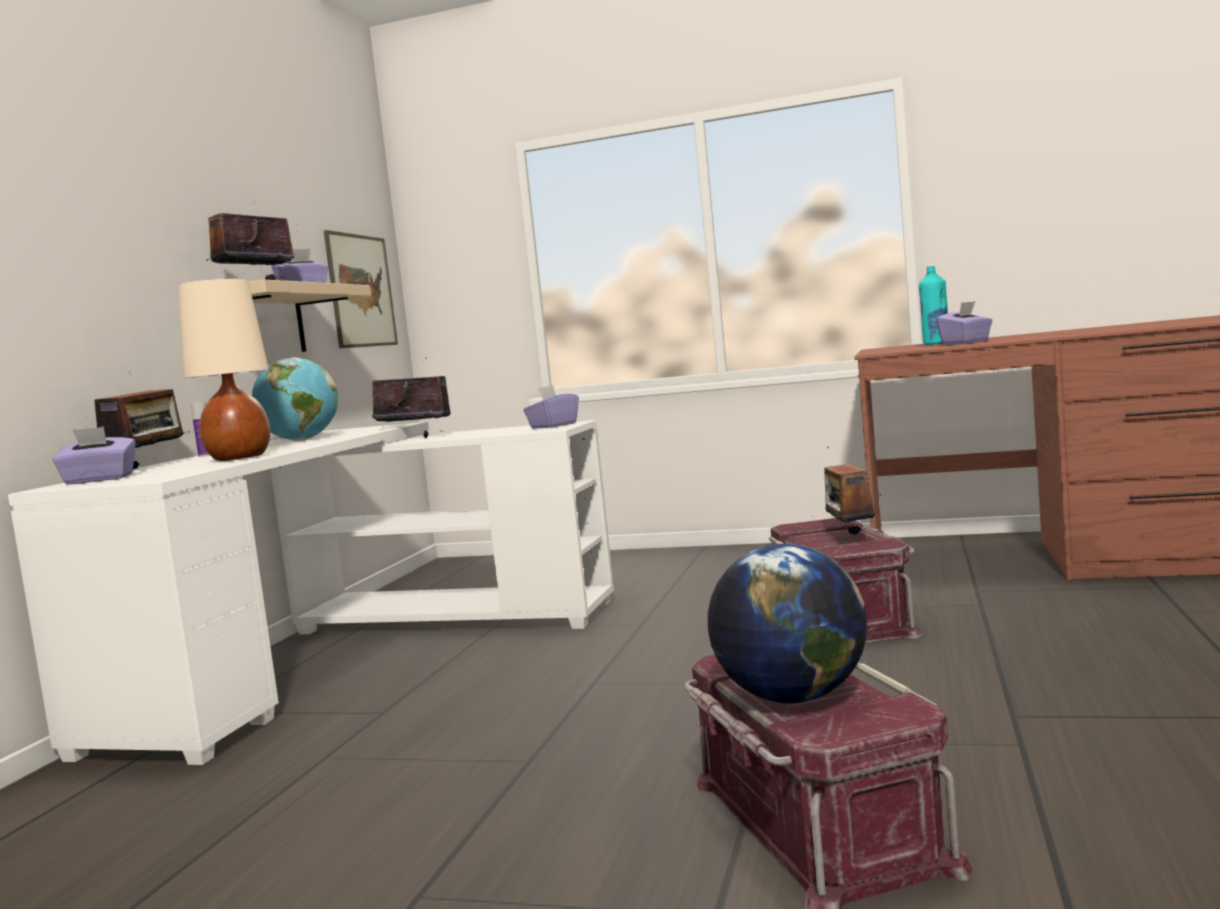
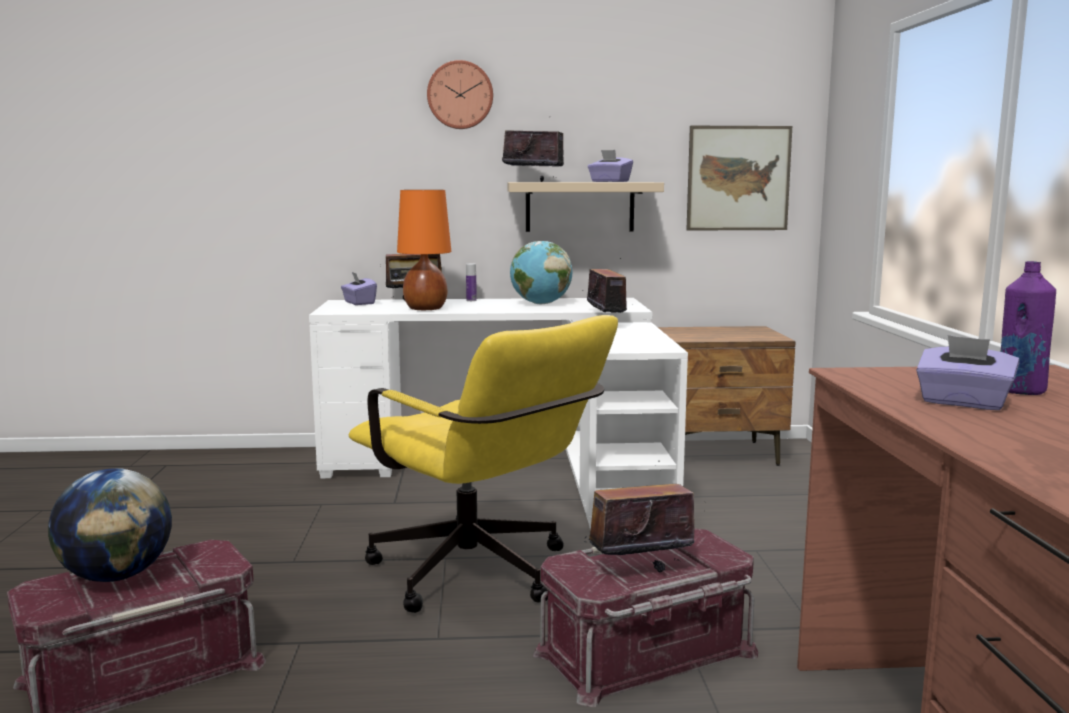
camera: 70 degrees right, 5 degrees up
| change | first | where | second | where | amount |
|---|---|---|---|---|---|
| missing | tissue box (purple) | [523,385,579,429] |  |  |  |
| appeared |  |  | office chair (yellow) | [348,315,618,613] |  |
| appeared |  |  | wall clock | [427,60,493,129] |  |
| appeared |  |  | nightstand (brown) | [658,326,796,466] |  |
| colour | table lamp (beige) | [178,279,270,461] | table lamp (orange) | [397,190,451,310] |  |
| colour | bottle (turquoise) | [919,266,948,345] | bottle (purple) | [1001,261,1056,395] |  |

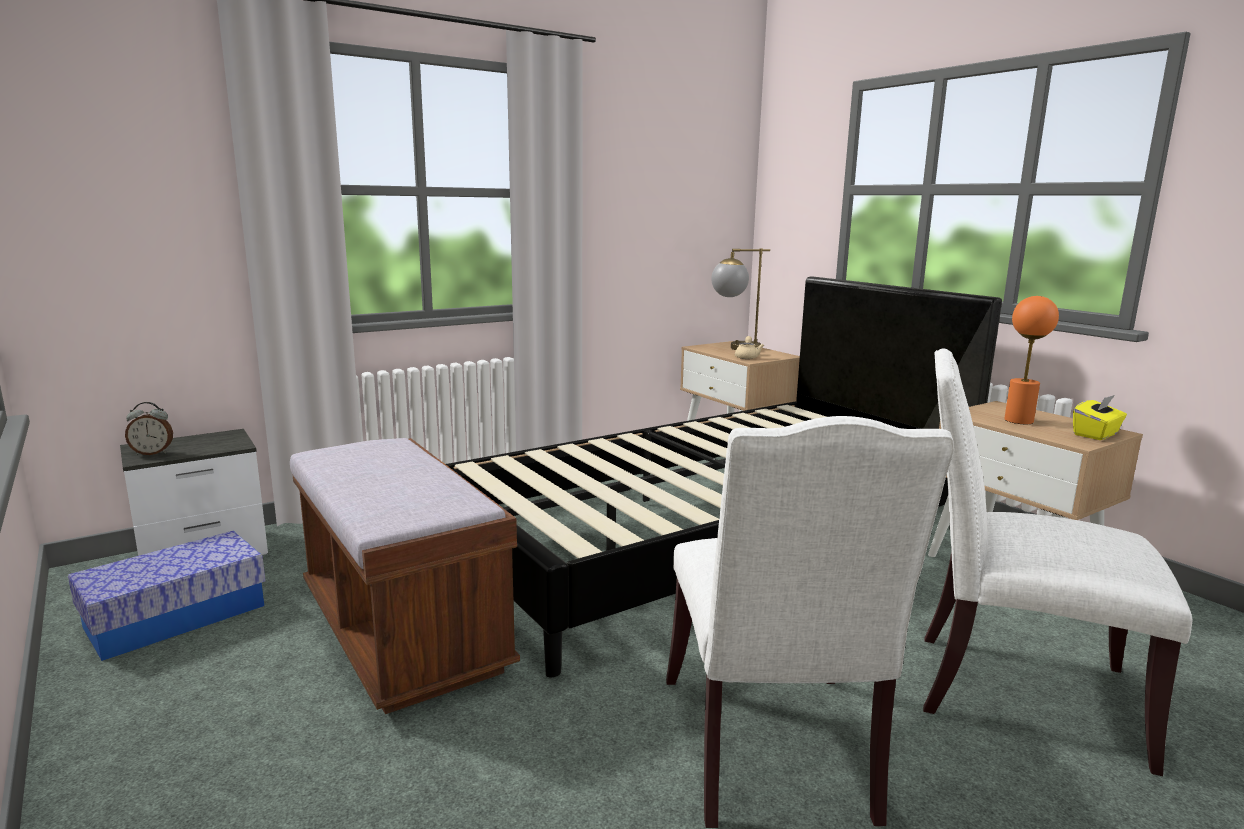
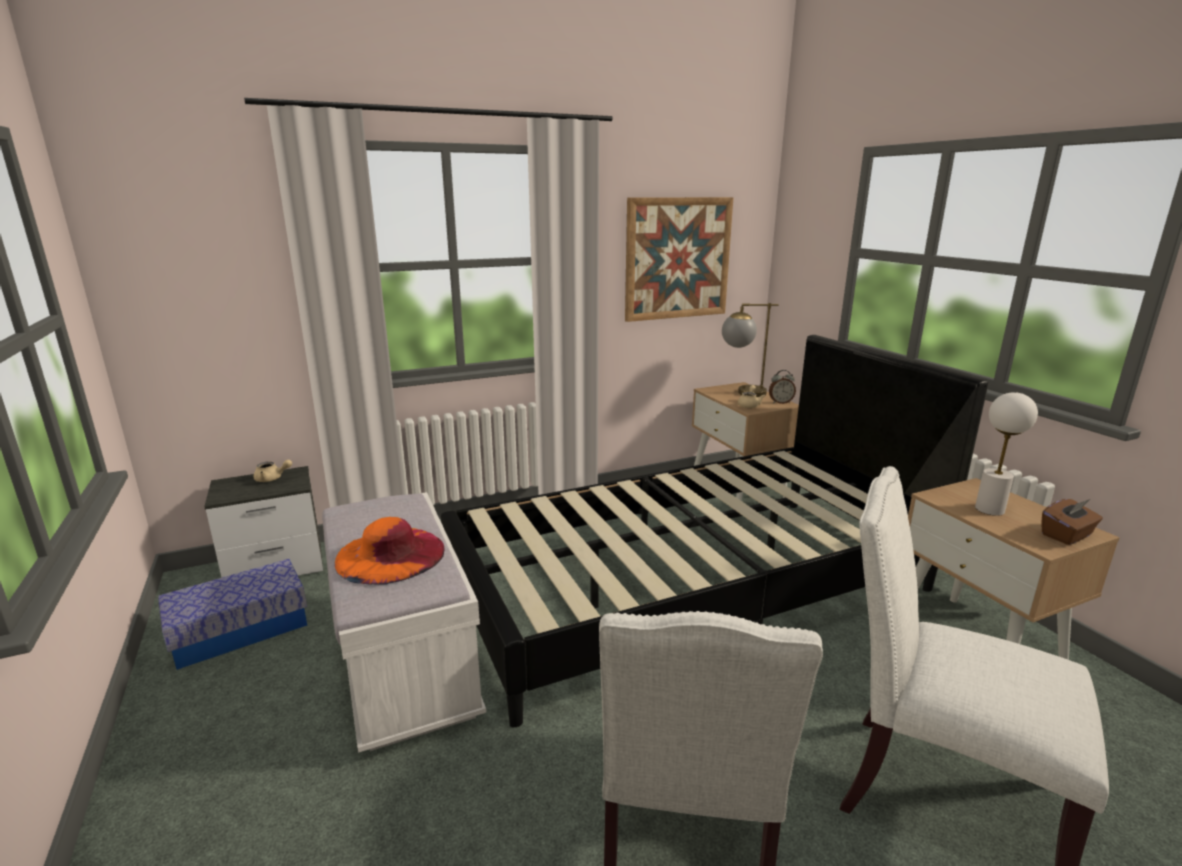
camera: 10 degrees right, 5 degrees up
| change | first | where | second | where | amount |
|---|---|---|---|---|---|
| appeared |  |  | teapot (beige) | [253,460,292,482] |  |
| appeared |  |  | hat (orange) | [335,517,445,585] |  |
| appeared |  |  | picture | [625,197,734,322] |  |
| relocated | alarm clock | [125,402,173,455] |  | [769,370,796,404] |  |
| colour | bench (brown) | [290,438,520,714] | bench (white) | [322,492,486,753] |  |
| colour | table lamp (orange) | [1004,296,1059,424] | table lamp (white) | [975,392,1038,516] |  |
| colour | tissue box (yellow) | [1073,395,1127,440] | tissue box (brown) | [1041,499,1103,545] |  |

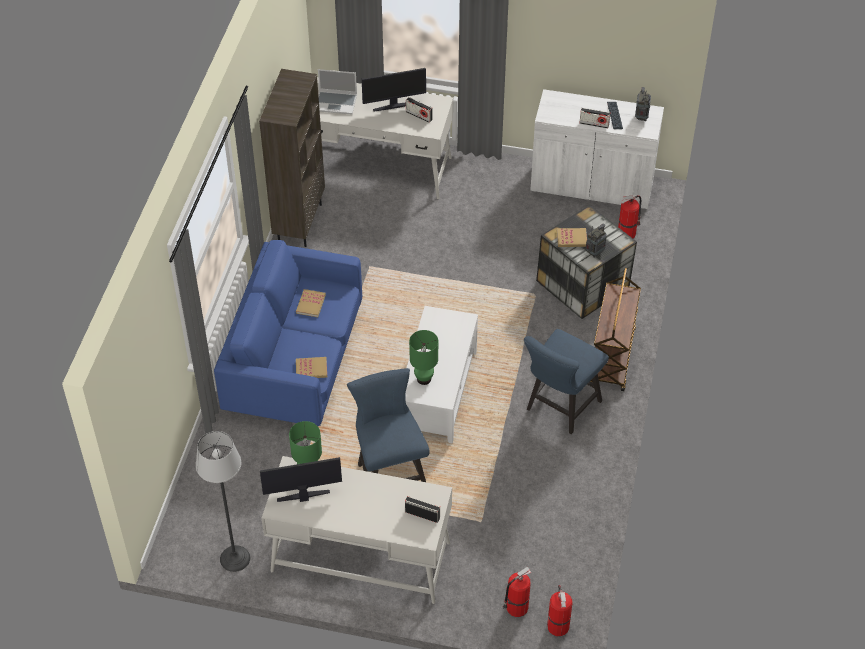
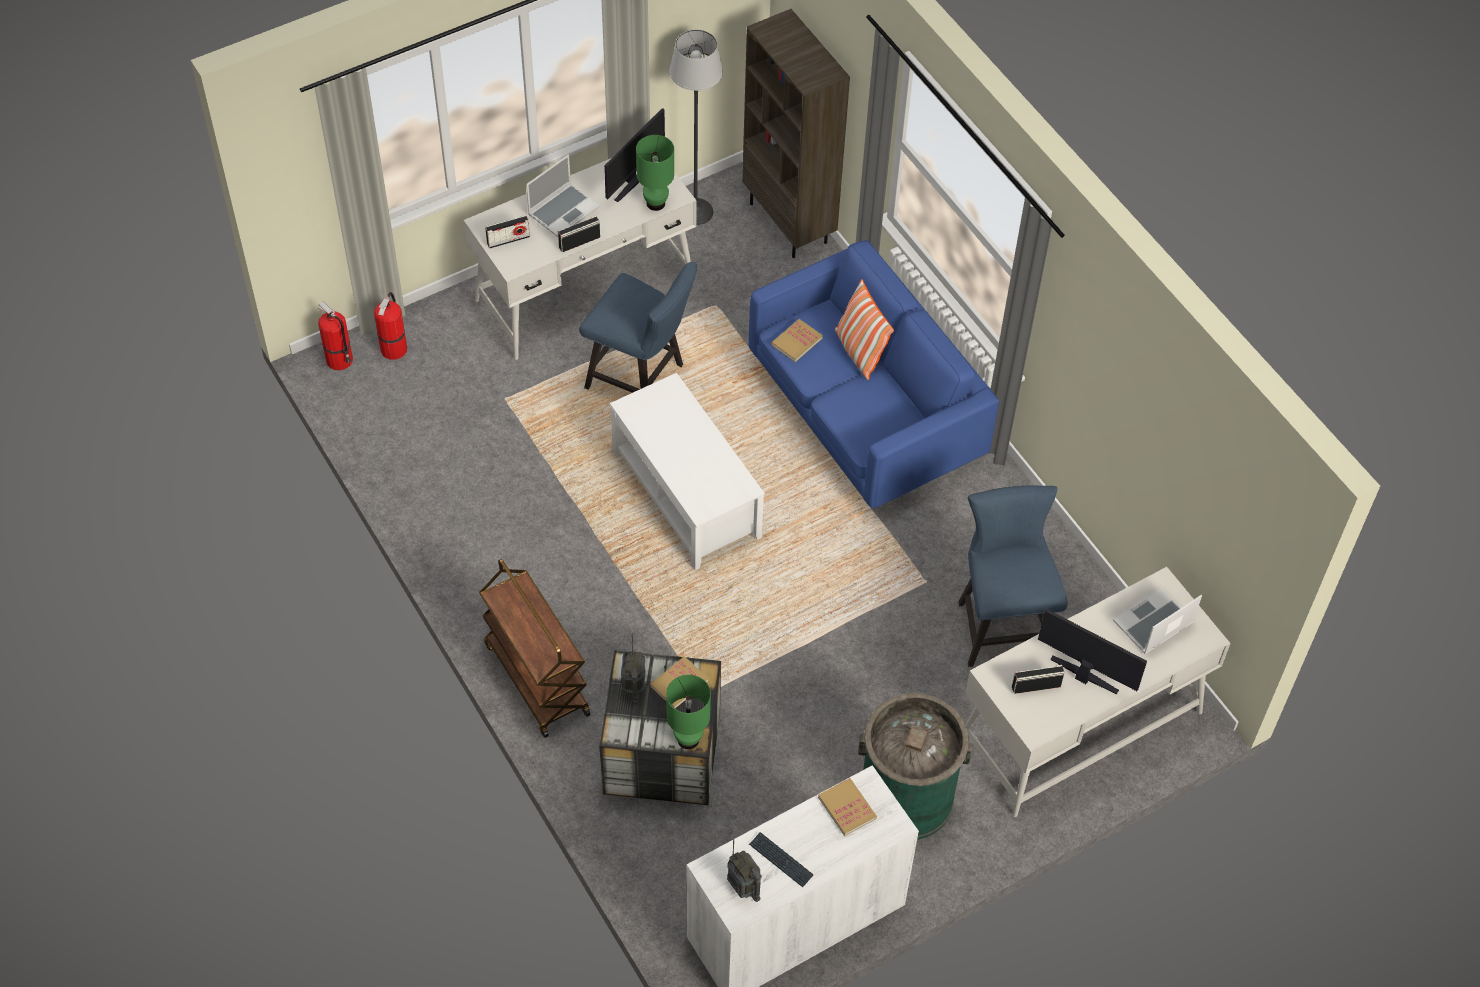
camera: 135 degrees right, 5 degrees up
| change | first | where | second | where | amount |
|---|---|---|---|---|---|
| missing | fire extinguisher | [618,195,641,239] |  |  |  |
| appeared |  |  | laptop | [526,154,599,237] |  |
| appeared |  |  | pillow | [835,279,894,380] |  |
| appeared |  |  | trash can (green) | [858,693,972,840] |  |
| relocated | bookcase (brown) | [259,69,325,247] |  | [742,9,850,258] |  |
| relocated | book | [296,289,326,317] |  | [818,778,877,836] |  |
| relocated | table lamp (green) | [409,330,438,385] |  | [666,675,711,749] |  |
| relocated | chair (blue) | [524,329,609,434] |  | [959,485,1068,667] |  |
| relocated | radio | [580,108,610,128] |  | [558,216,600,252] |  |
| spun | monitor | [362,68,426,112] |  | [1038,609,1147,694] | 90 degrees clockwise |

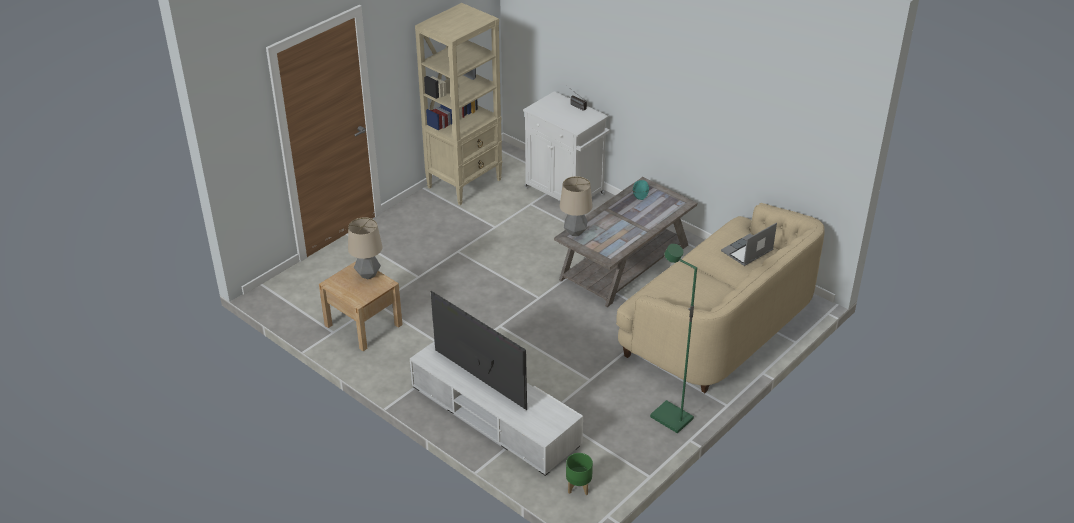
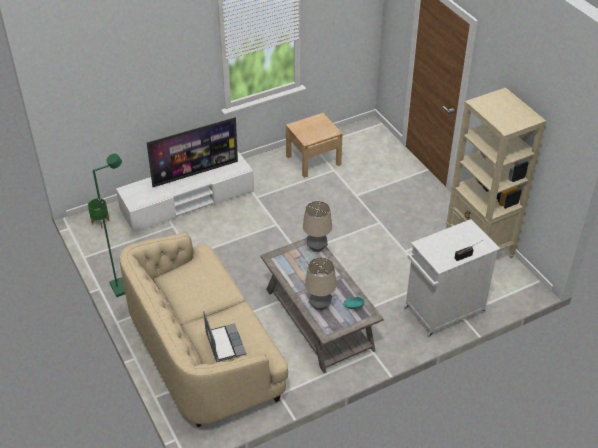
camera: 110 degrees right, 5 degrees up
| change | first | where | second | where | amount |
|---|---|---|---|---|---|
| relocated | table lamp | [348,217,383,279] |  | [305,257,337,310] |  |

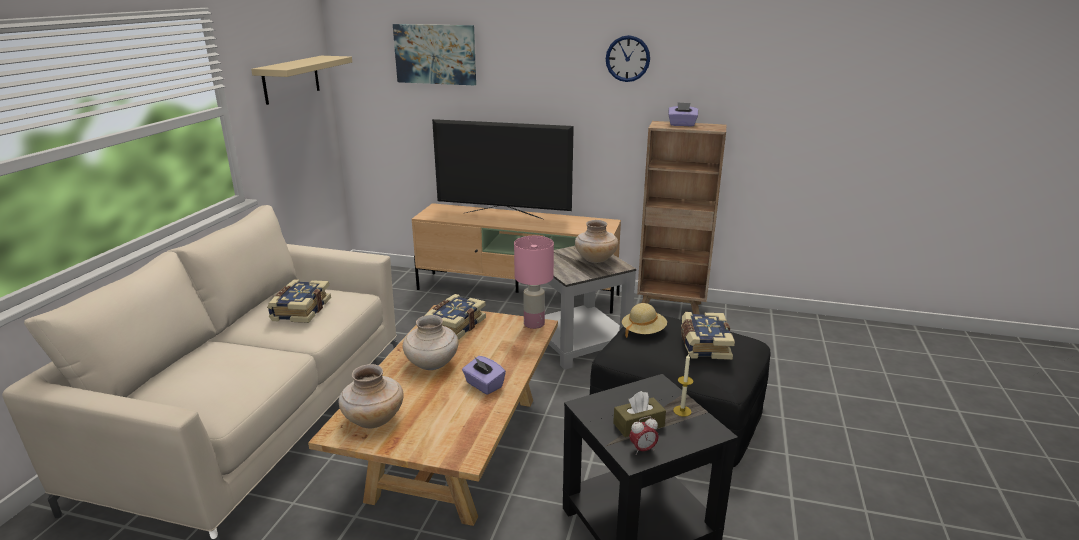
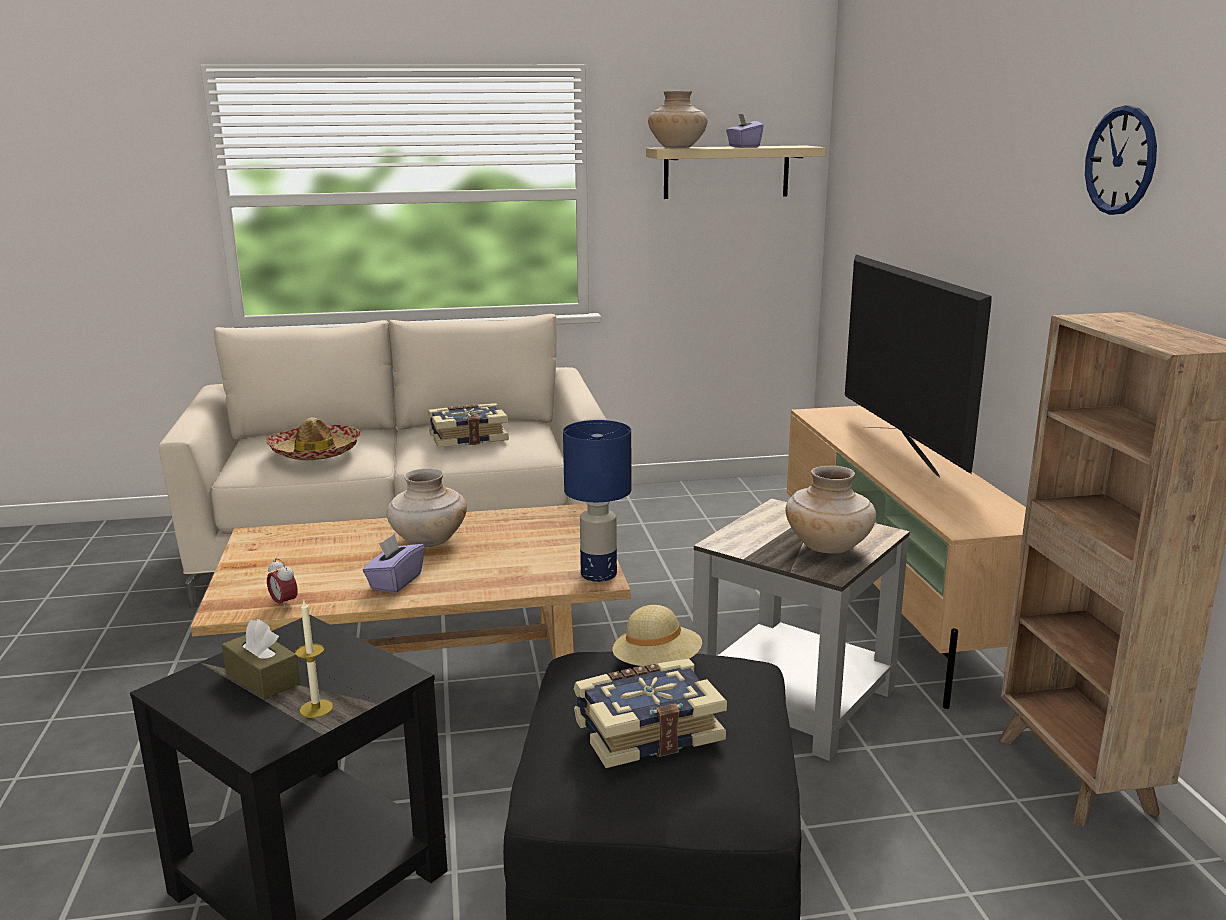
camera: 65 degrees right, 5 degrees down
| change | first | where | second | where | amount |
|---|---|---|---|---|---|
| missing | picture | [393,24,476,86] |  |  |  |
| missing | book | [424,294,486,340] |  |  |  |
| appeared |  |  | hat | [266,417,362,460] |  |
| relocated | vase (beige) | [339,364,404,428] |  | [648,91,708,148] |  |
| relocated | alarm clock | [629,416,659,455] |  | [267,558,298,610] |  |
| relocated | tissue box (purple) | [668,102,698,126] |  | [726,114,764,147] |  |
| colour | table lamp (pink) | [514,236,554,329] | table lamp (blue) | [563,420,631,582] |  |

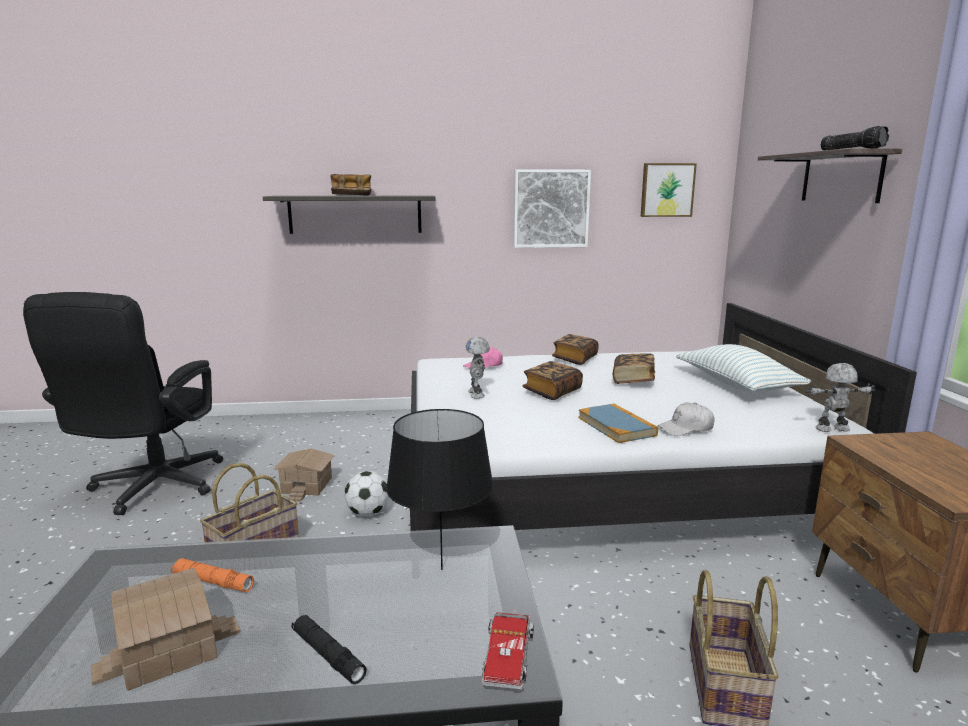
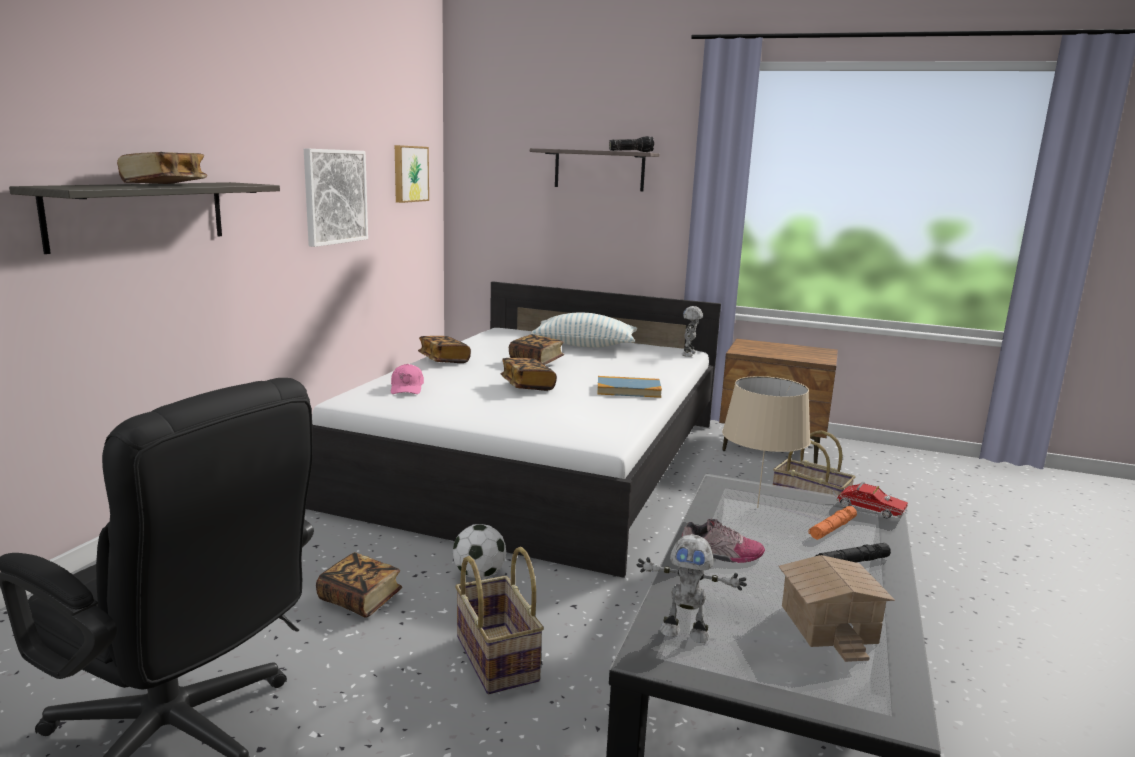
camera: 65 degrees left, 0 degrees up
| change | first | where | second | where | amount |
|---|---|---|---|---|---|
| missing | cap (white) | [658,403,715,436] |  |  |  |
| appeared |  |  | shoe | [681,518,765,563] |  |
| relocated | flashlight (orange) | [171,558,254,592] |  | [808,506,857,540] |  |
| relocated | toy robot | [466,337,490,399] |  | [637,534,747,643] |  |
| exchanged | toy house | [274,449,335,502] | book | [316,552,402,618] |  |
| colour | table lamp (black) | [386,409,494,570] | table lamp (beige) | [722,376,811,508] |  |

